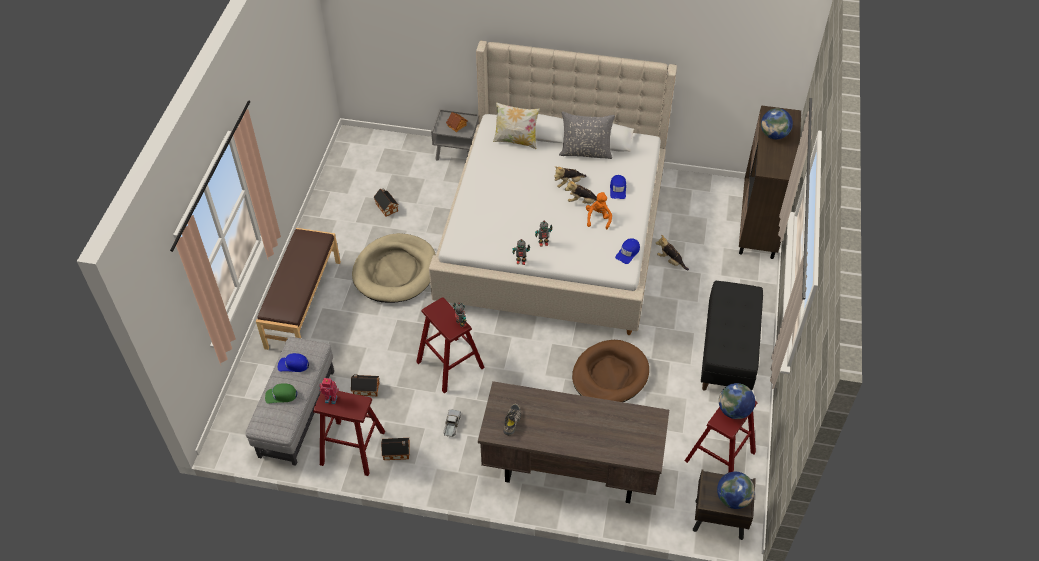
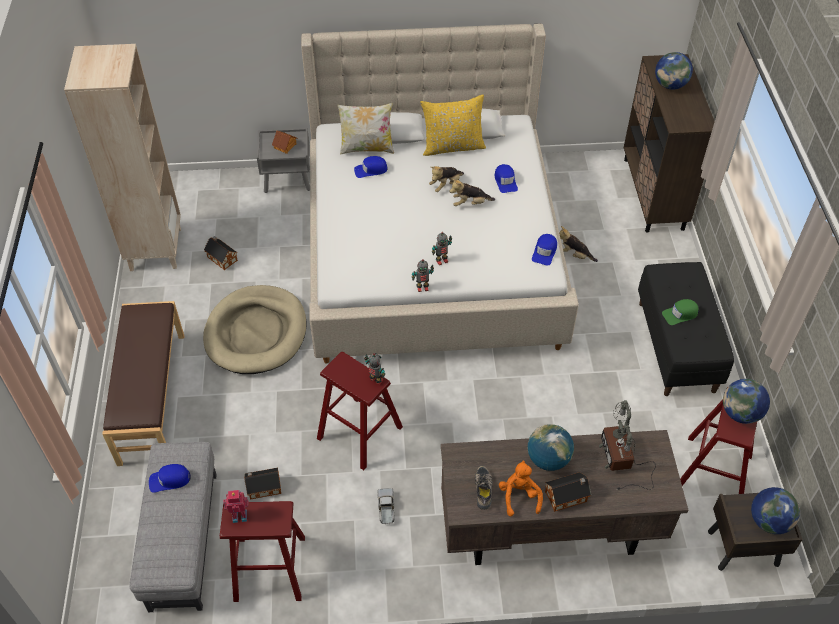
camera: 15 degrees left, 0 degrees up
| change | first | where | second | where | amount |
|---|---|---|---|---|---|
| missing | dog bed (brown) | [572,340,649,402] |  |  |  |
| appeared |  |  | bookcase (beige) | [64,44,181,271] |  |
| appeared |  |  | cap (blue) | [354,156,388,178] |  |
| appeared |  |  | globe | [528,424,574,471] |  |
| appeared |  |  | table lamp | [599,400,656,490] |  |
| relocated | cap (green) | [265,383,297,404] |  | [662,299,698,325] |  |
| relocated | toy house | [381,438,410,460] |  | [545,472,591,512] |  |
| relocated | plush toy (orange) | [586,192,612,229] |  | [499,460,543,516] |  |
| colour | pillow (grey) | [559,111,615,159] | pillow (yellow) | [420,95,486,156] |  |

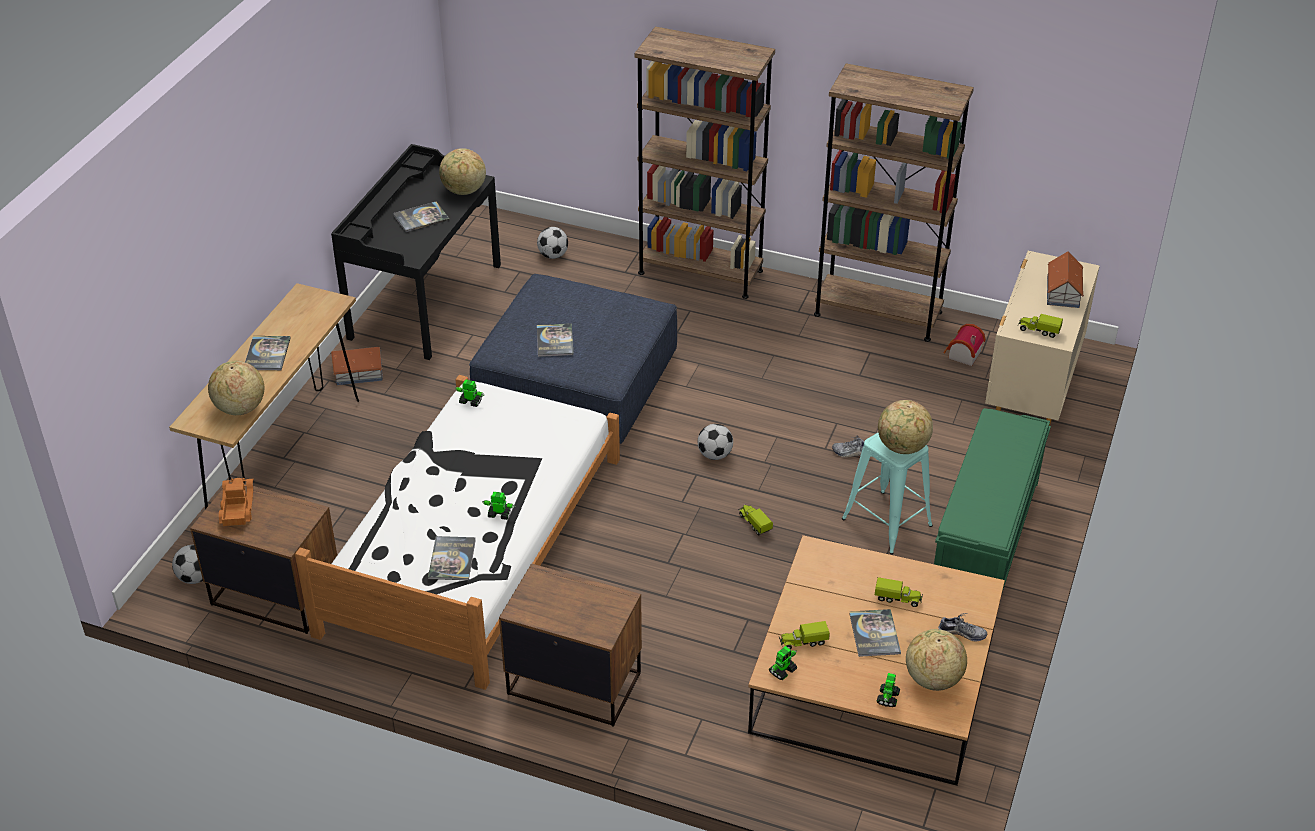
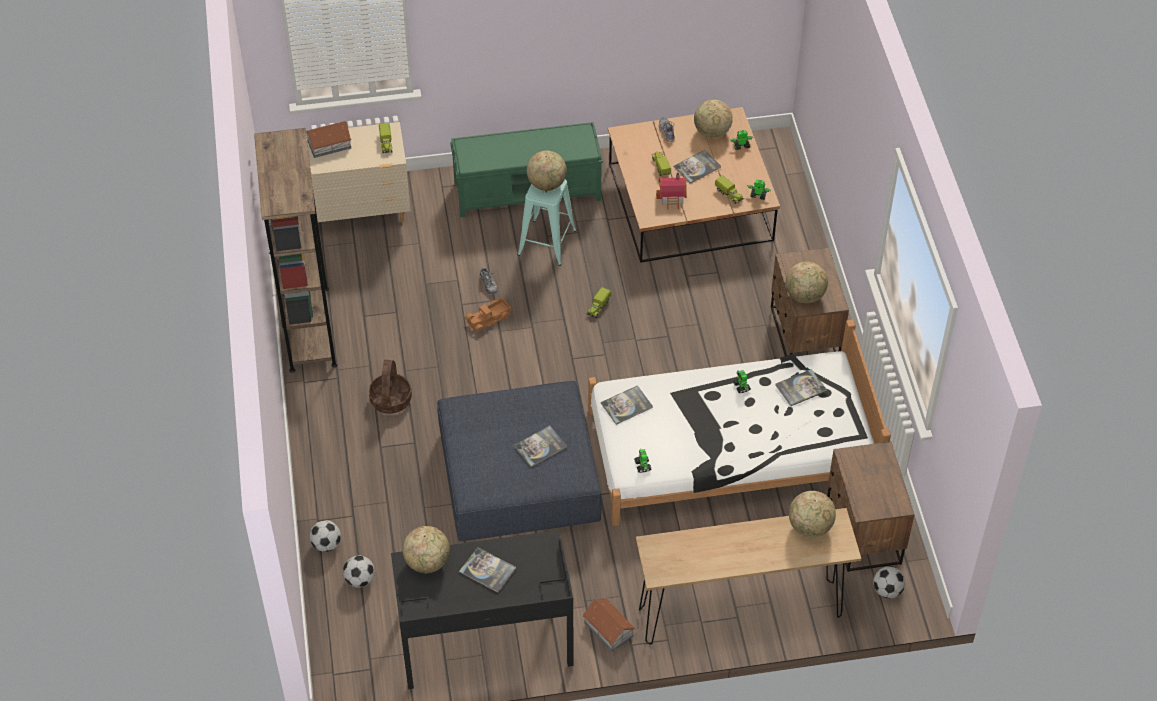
camera: 120 degrees left, 10 degrees up
| change | first | where | second | where | amount |
|---|---|---|---|---|---|
| missing | bookcase (brown) | [634,27,775,299] |  |  |  |
| appeared |  |  | basket | [369,360,412,414] |  |
| appeared |  |  | globe | [786,262,828,303] |  |
| relocated | toy truck | [219,478,254,526] |  | [465,298,511,332] |  |
| relocated | book | [245,336,291,370] |  | [601,385,653,425] |  |
| relocated | football | [698,424,733,460] |  | [310,520,341,552] |  |
| relocated | toy house | [944,324,986,366] |  | [656,173,687,209] |  |

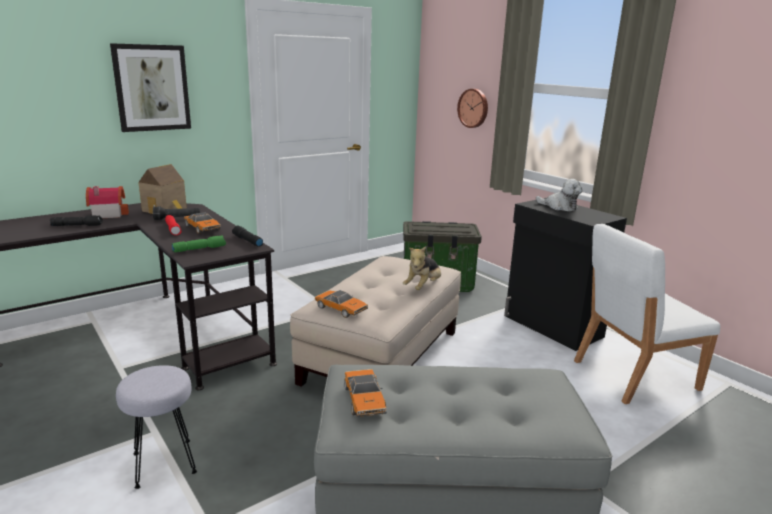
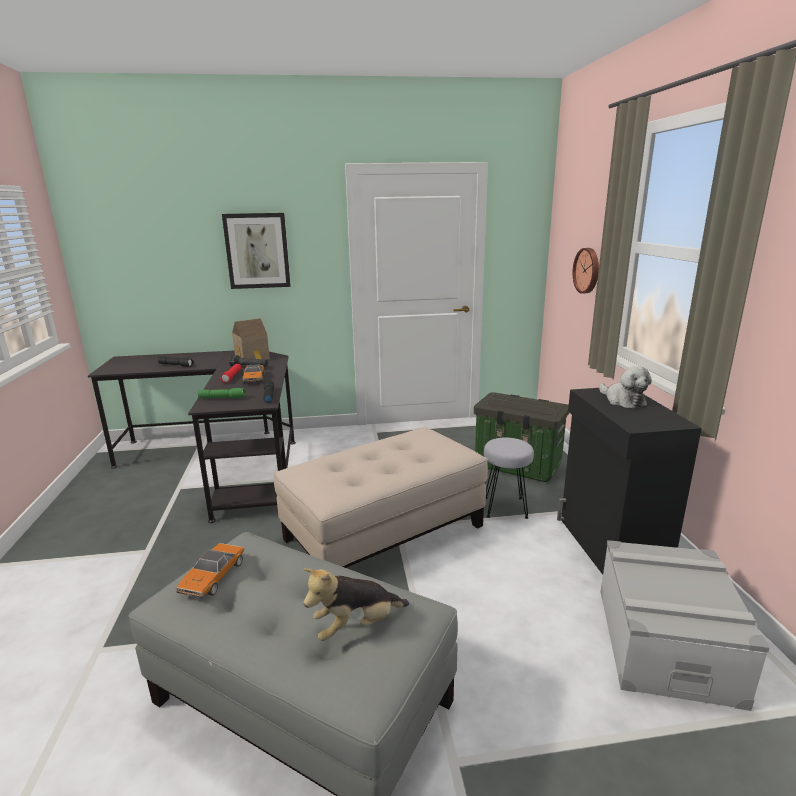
camera: 30 degrees right, 0 degrees up
| change | first | where | second | where | amount |
|---|---|---|---|---|---|
| missing | toy house | [86,186,129,218] |  |  |  |
| missing | toy car | [315,290,368,318] |  |  |  |
| relocated | stool (grey) | [116,365,197,489] |  | [484,438,534,519] |  |
| relocated | plush toy | [403,246,441,290] |  | [304,568,409,641] |  |
| exchanged | chair (white) | [574,224,720,404] | storage box (grey) | [600,540,770,711] |  |

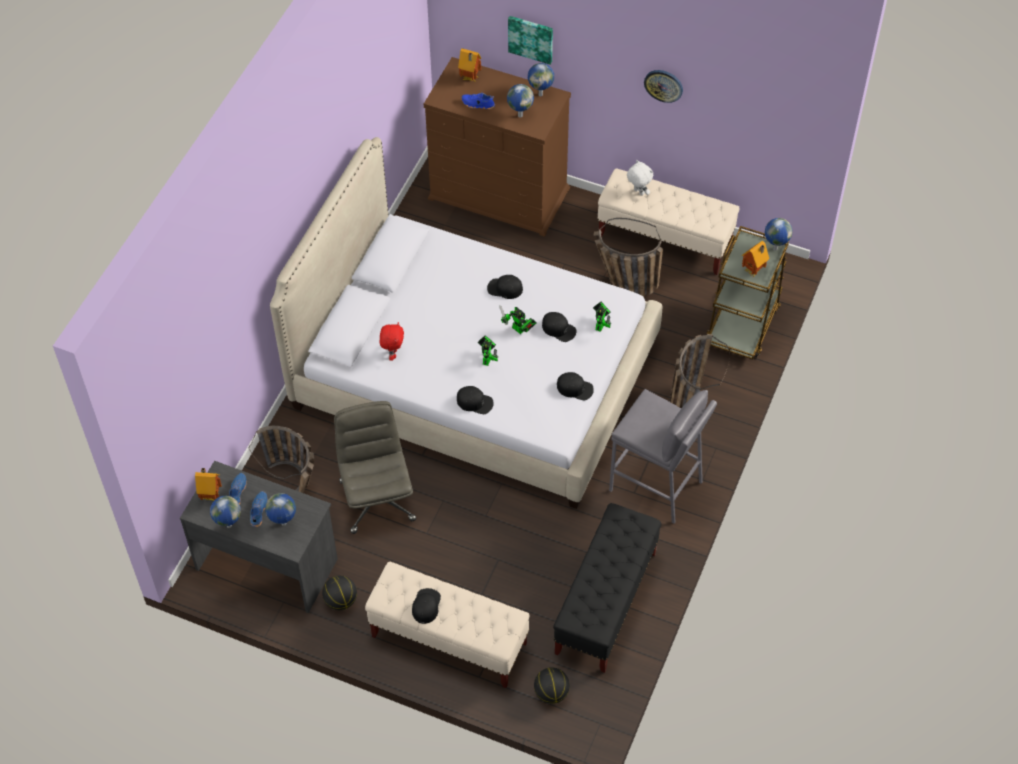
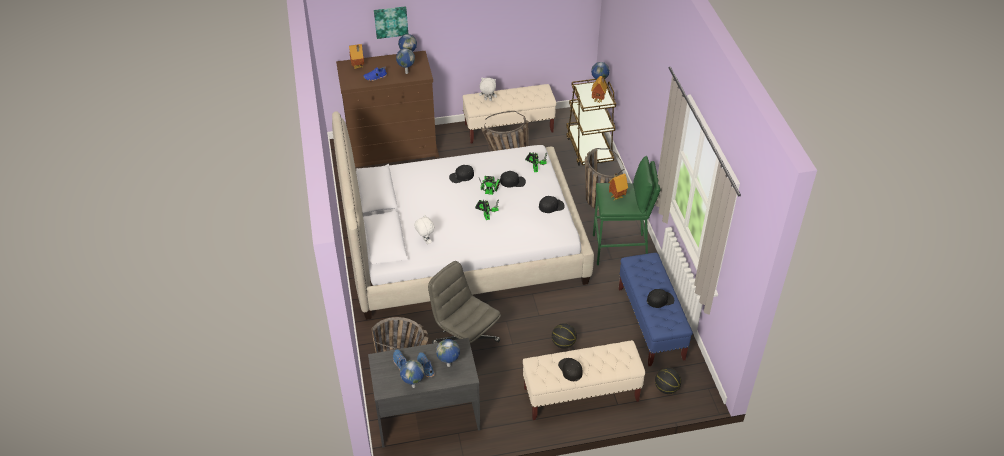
camera: 35 degrees left, 10 degrees down
| change | first | where | second | where | amount |
|---|---|---|---|---|---|
| missing | wall clock | [644,70,683,103] |  |  |  |
| relocated | toy house | [195,468,222,501] |  | [609,173,628,200] |  |
| relocated | basketball | [322,575,357,610] |  | [552,323,577,349] |  |
| relocated | cap (black) | [457,386,494,414] |  | [647,289,674,308] |  |
| colour | plush toy (red) | [380,322,404,361] | plush toy (white) | [414,215,435,244] |  |
| colour | bench (black) | [553,503,661,673] | bench (blue) | [619,253,693,366] |  |
| colour | stool (grey) | [609,389,717,524] | stool (green) | [593,156,660,265] |  |

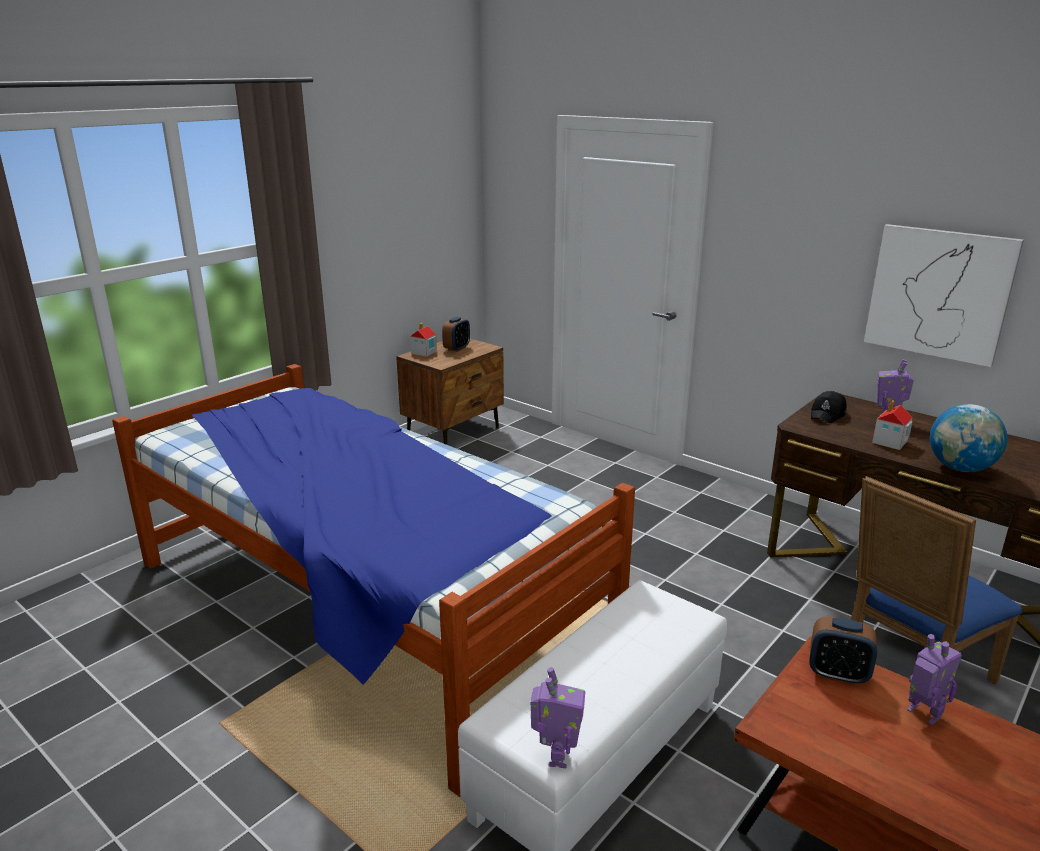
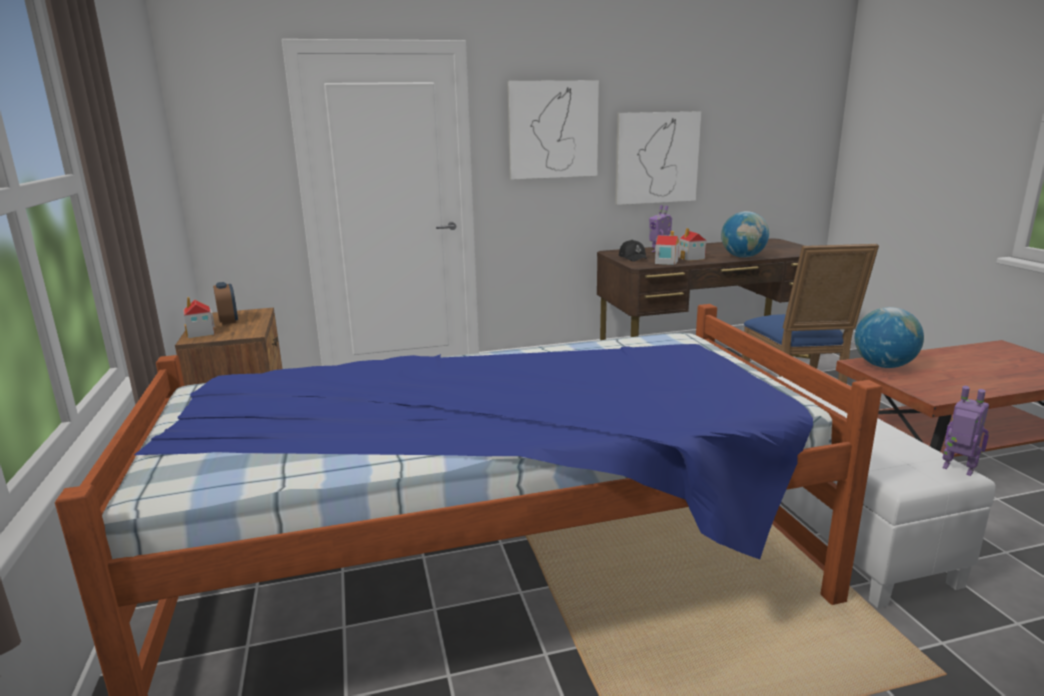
camera: 55 degrees left, 5 degrees down
| change | first | where | second | where | amount |
|---|---|---|---|---|---|
| missing | toy robot | [907,634,962,725] |  |  |  |
| appeared |  |  | picture | [507,80,599,180] |  |
| appeared |  |  | toy house | [655,231,679,265] |  |
| exchanged | alarm clock | [809,616,877,685] | globe | [855,307,924,368] |  |

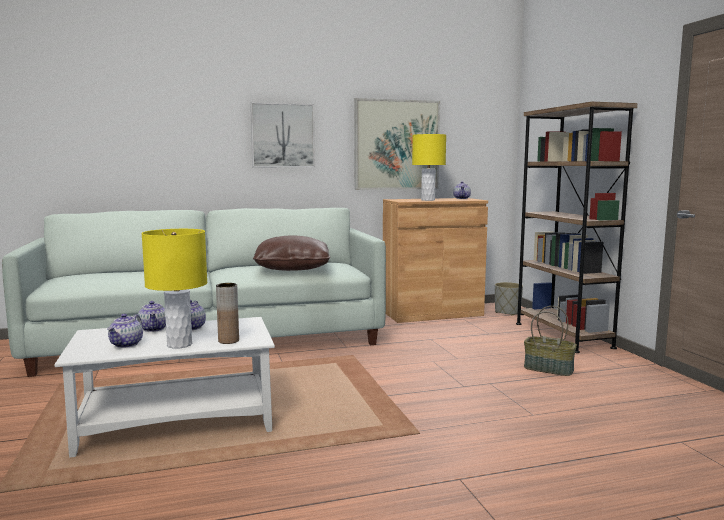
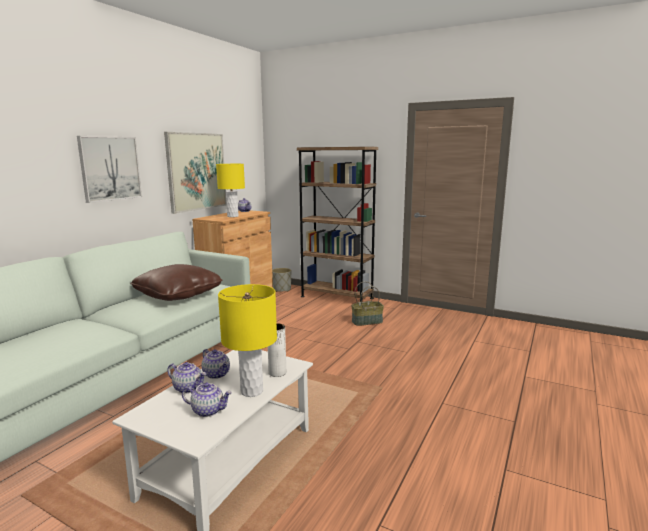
camera: 45 degrees left, 5 degrees up
| change | first | where | second | where | amount |
|---|---|---|---|---|---|
| colour | vase (brown) | [216,283,239,344] | vase (white) | [268,323,286,377] |  |
| spun | teapot | [107,314,143,348] |  | [182,382,232,417] | 45 degrees counterclockwise |

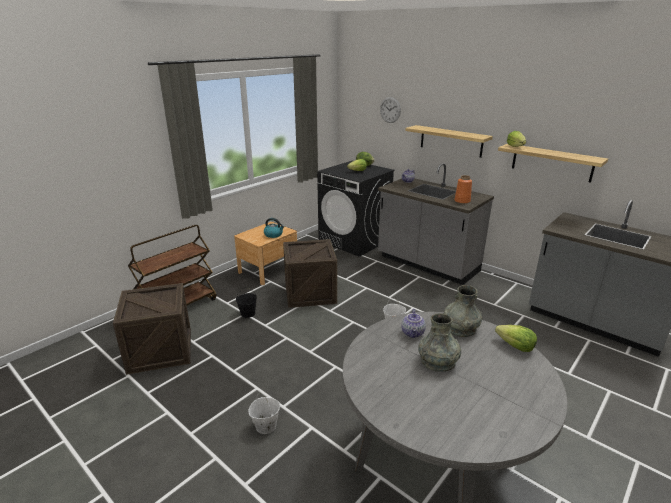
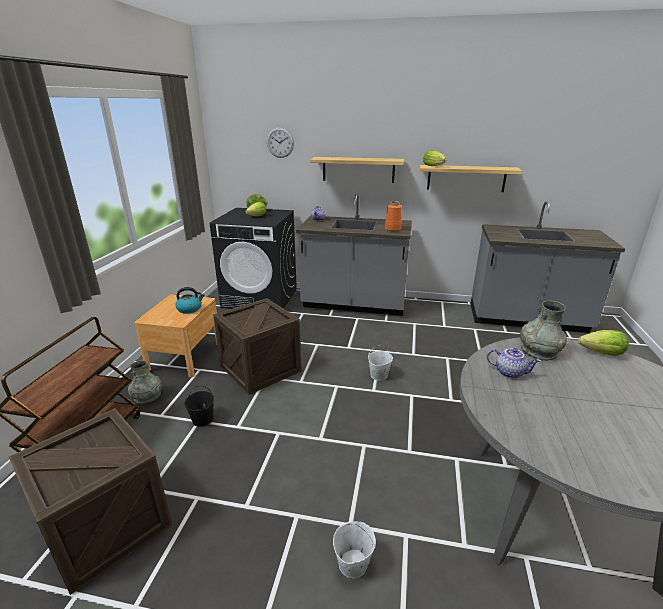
camera: 30 degrees left, 0 degrees up
| change | first | where | second | where | amount |
|---|---|---|---|---|---|
| relocated | vase (grey) | [418,313,461,372] |  | [128,360,162,404] |  |
| spun | teapot | [401,309,426,338] |  | [487,348,541,378] | 45 degrees counterclockwise |

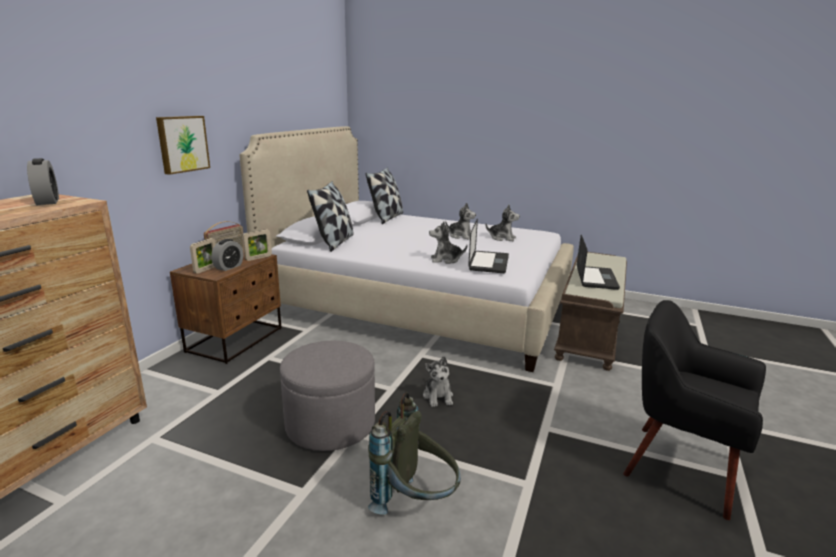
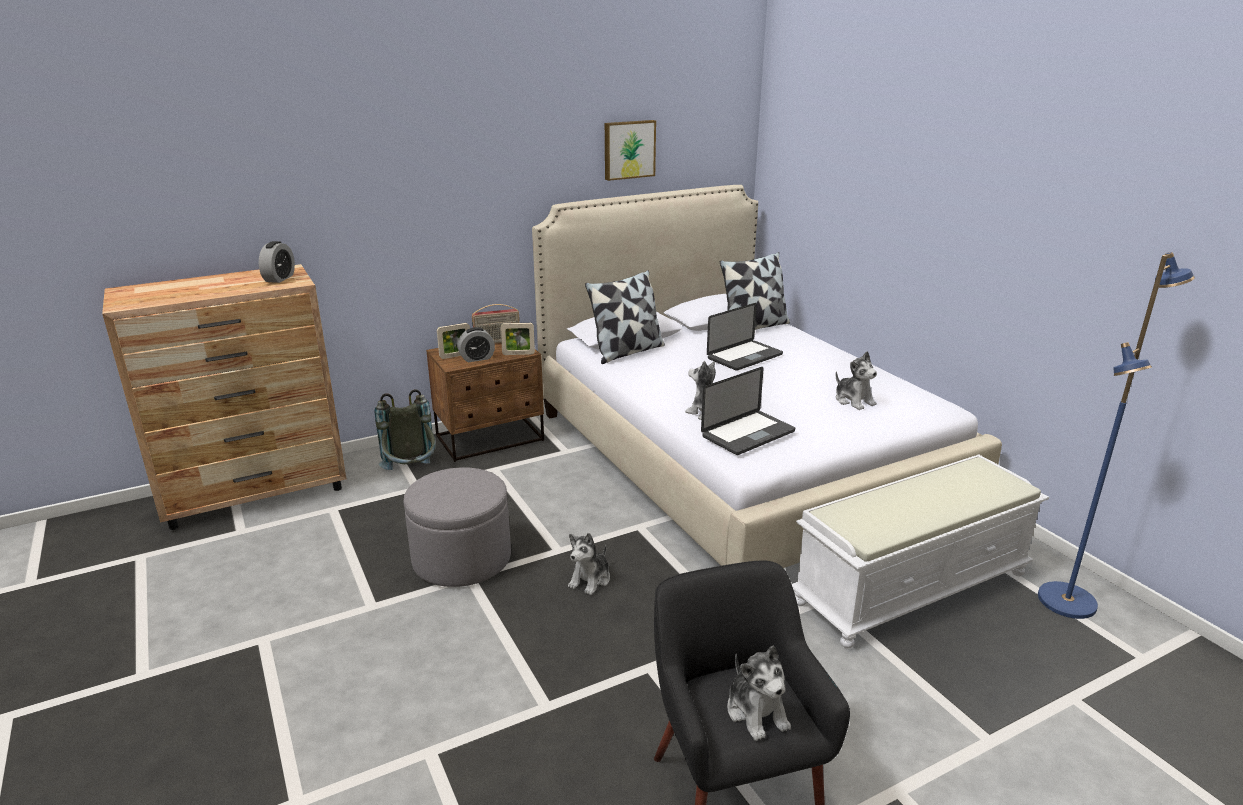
camera: 40 degrees right, 5 degrees up
| change | first | where | second | where | amount |
|---|---|---|---|---|---|
| appeared |  |  | floor lamp (blue) | [1038,252,1195,619] |  |
| relocated | picture | [156,116,210,175] |  | [605,120,656,181] |  |
| relocated | backpack (grey) | [368,392,461,514] |  | [375,389,436,470] |  |
| relocated | plush toy | [445,203,476,240] |  | [727,646,791,741] |  |
| relocated | laptop | [577,235,620,290] |  | [707,303,783,371] |  |
| colour | bench (brown) | [554,252,627,371] | bench (white) | [792,454,1049,649] |  |

